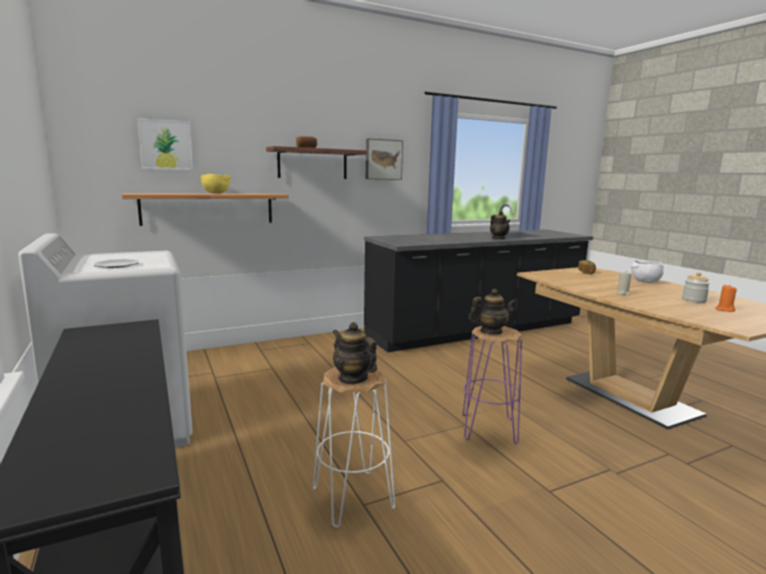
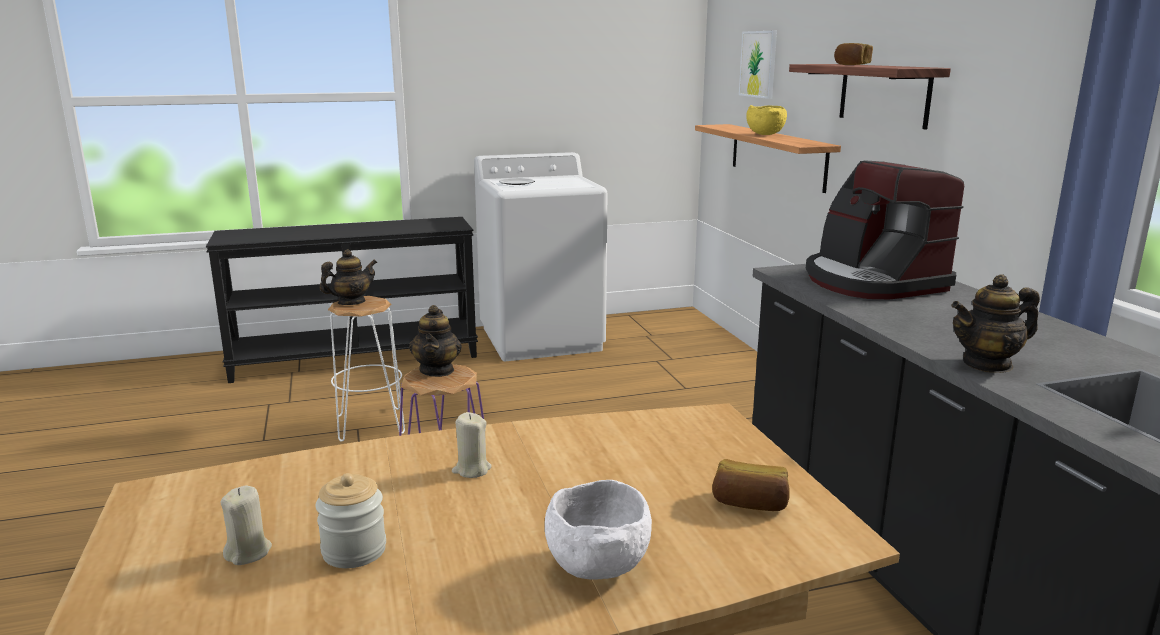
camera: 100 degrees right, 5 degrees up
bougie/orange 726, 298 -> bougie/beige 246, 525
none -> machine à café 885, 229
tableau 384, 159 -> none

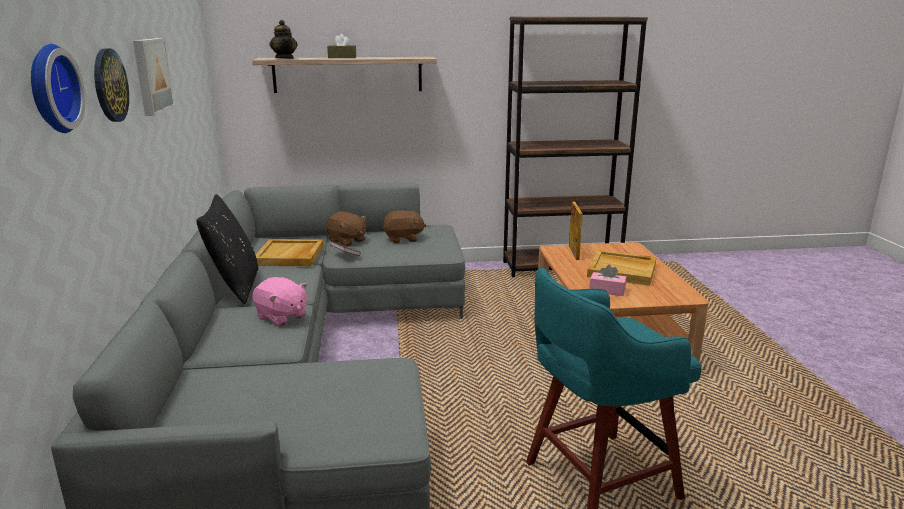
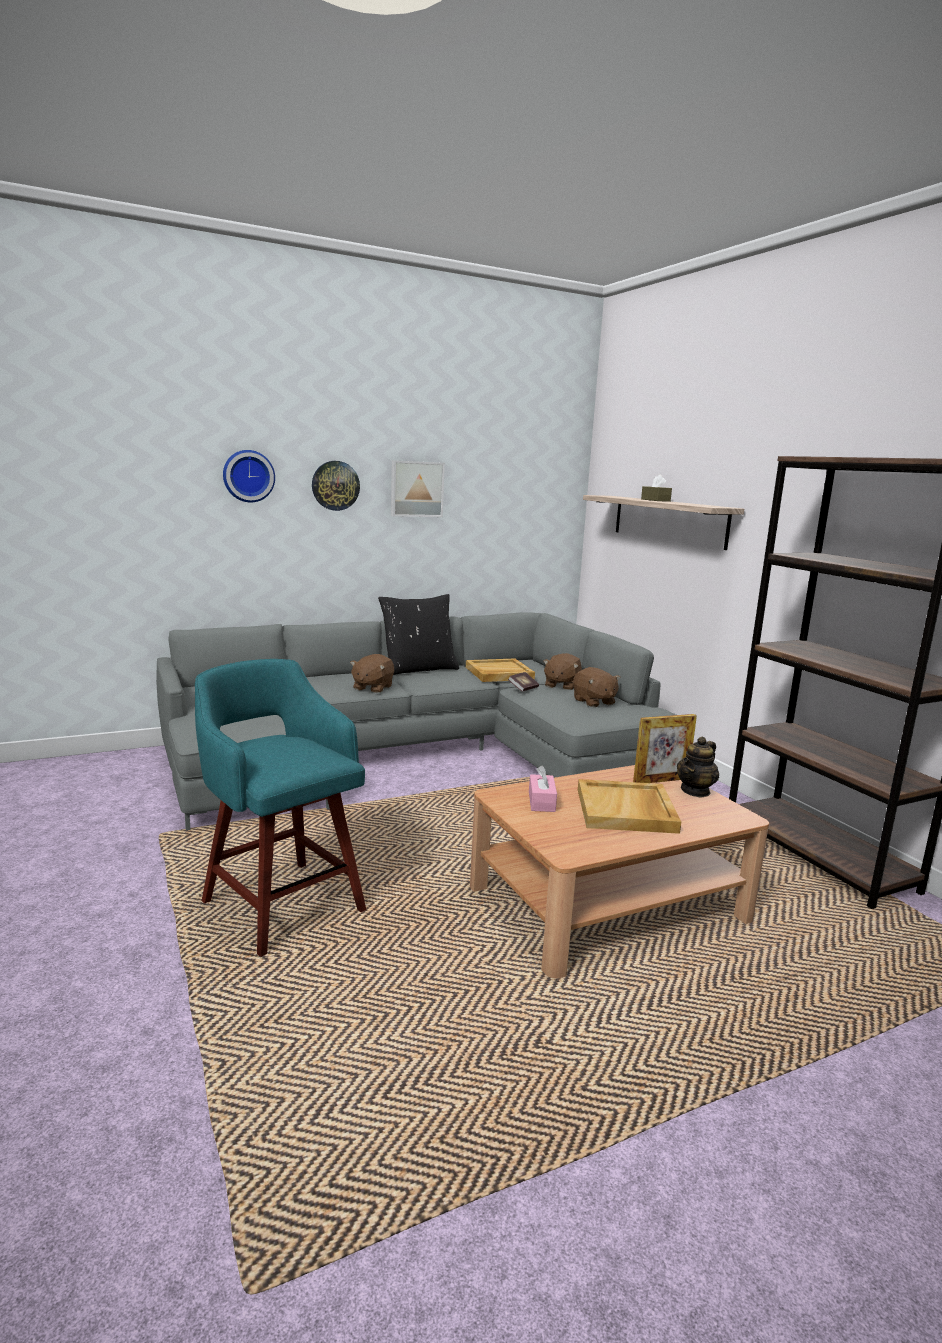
camera: 70 degrees right, 5 degrees down
peluche/rose 279, 301 -> peluche/marron 372, 673
théière 283, 39 -> théière 698, 767, move

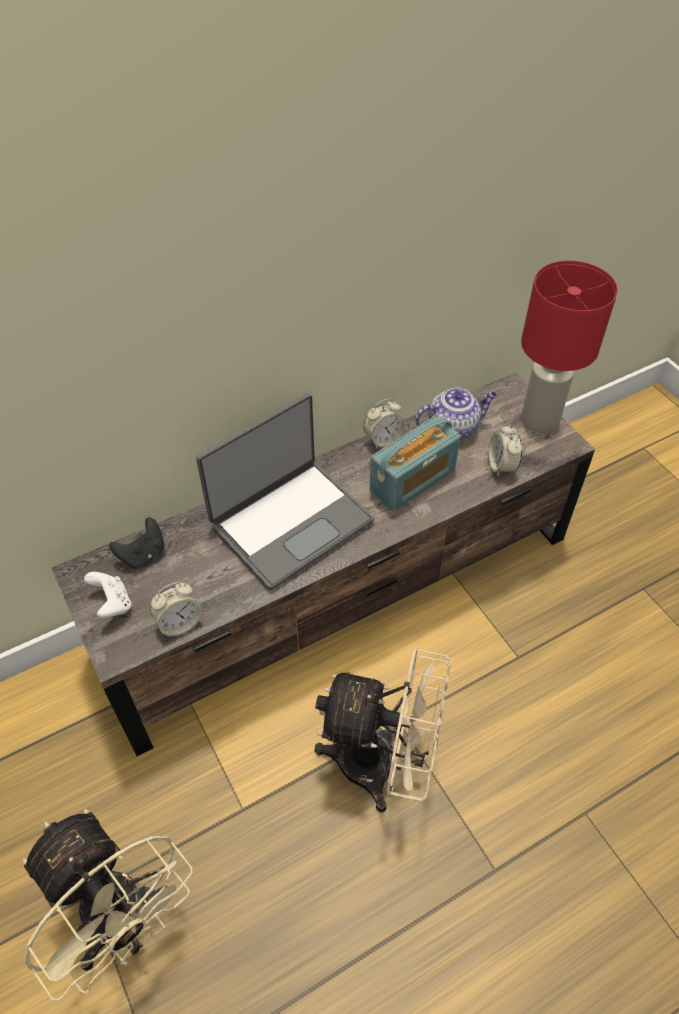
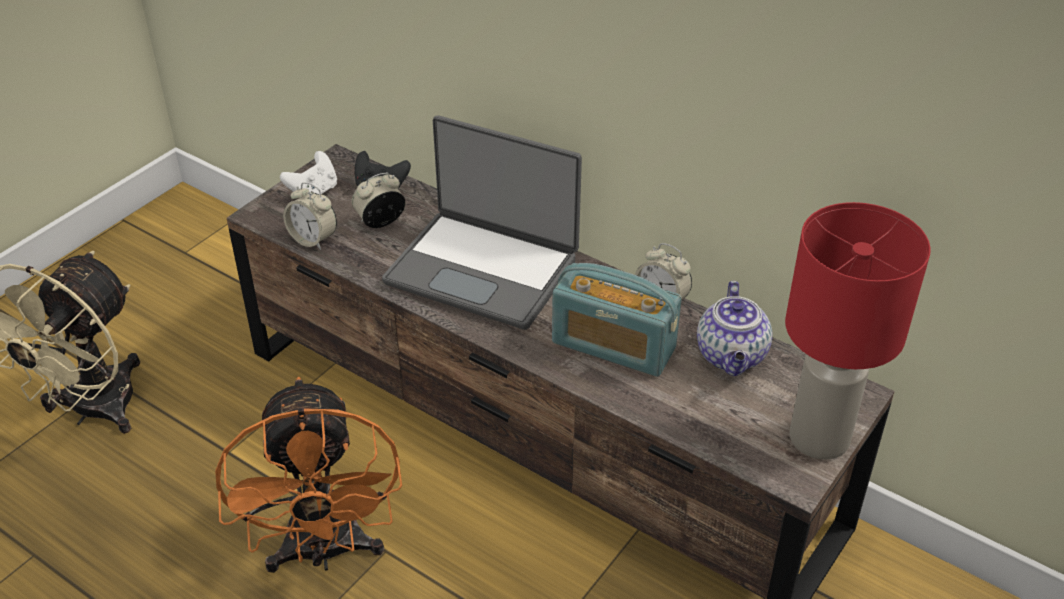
camera: 65 degrees right, 10 degrees down
ventilateur/beige 383, 730 -> ventilateur/orange 308, 475
réveil 505, 451 -> réveil 378, 200, move
théière 456, 413 -> théière 735, 328, 45 degrees clockwise

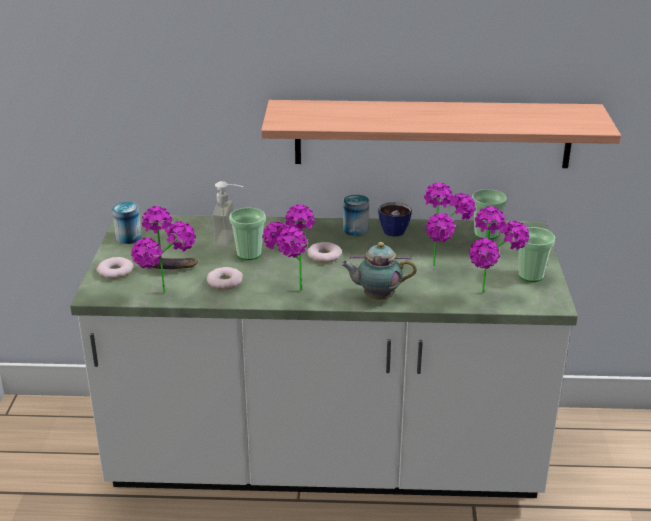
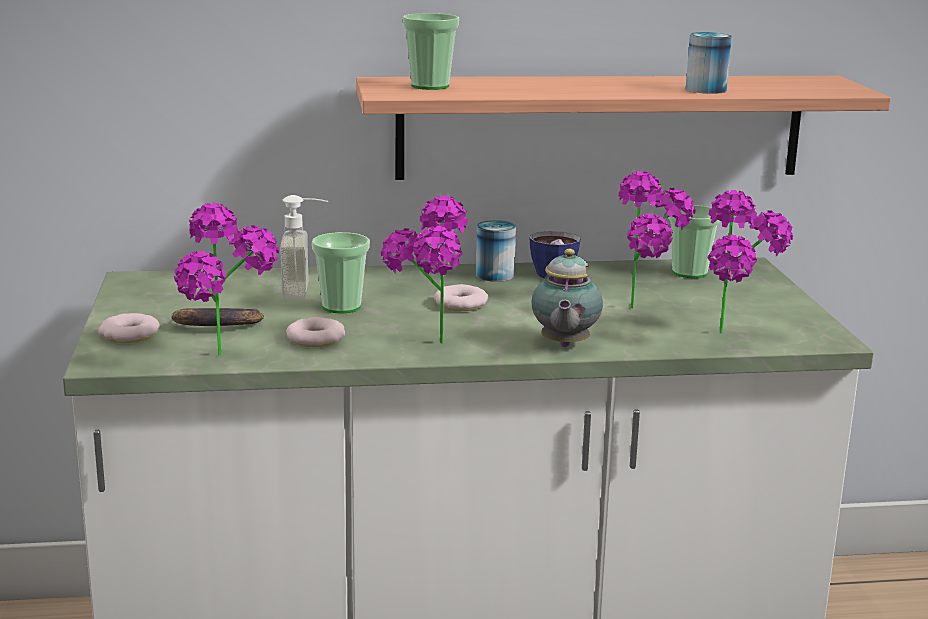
camera: 10 degrees left, 10 degrees down
tasse 536, 254 -> tasse 431, 51, move
théière 378, 271 -> théière 567, 298, 75 degrees counterclockwise
boîte métallique 127, 223 -> boîte métallique 709, 63, move

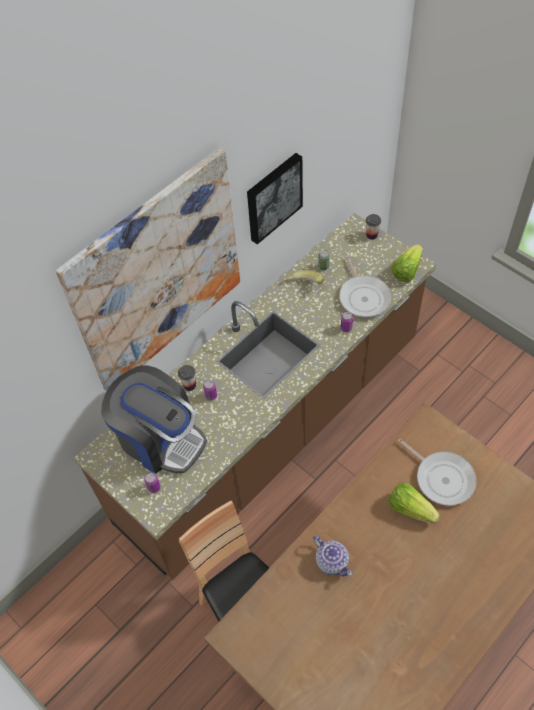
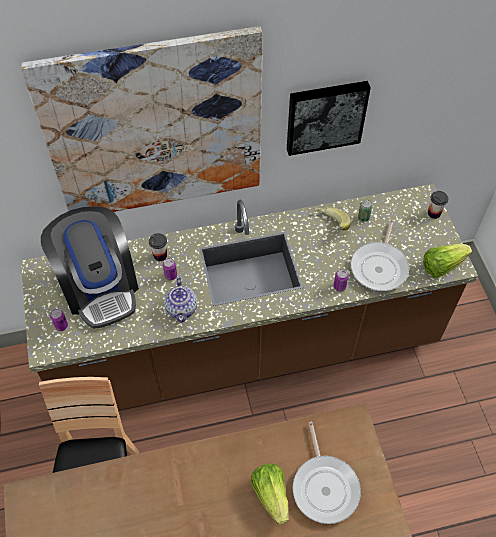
camera: 30 degrees right, 0 degrees up
théière 332, 555 -> théière 180, 299, move

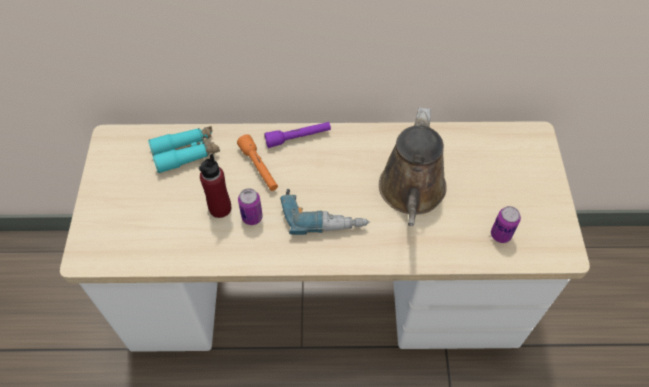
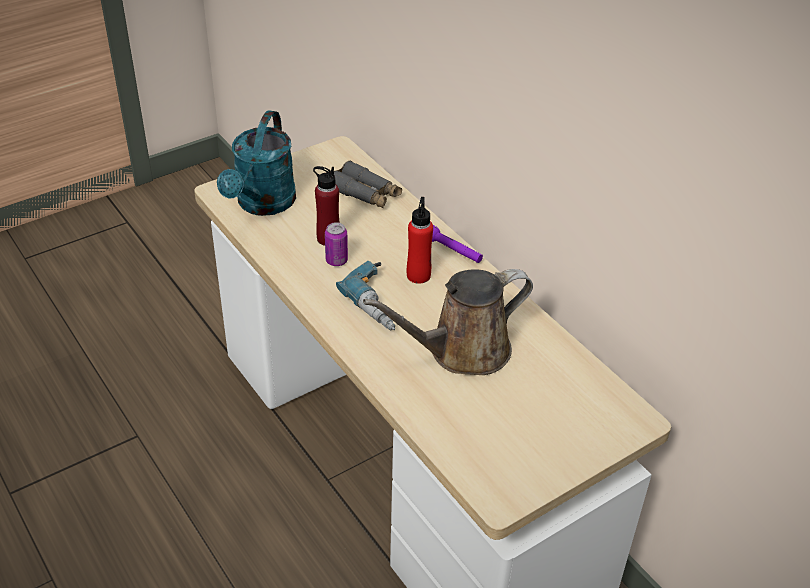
camera: 55 degrees right, 15 degrees down
none -> arrosoir/turquoise 256, 163
jumelles/turquoise 184, 150 -> jumelles/gris 368, 184
none -> bouteille/rouge 420, 240
lampe de poche/orange 257, 162 -> none
boîte métallique 506, 224 -> none

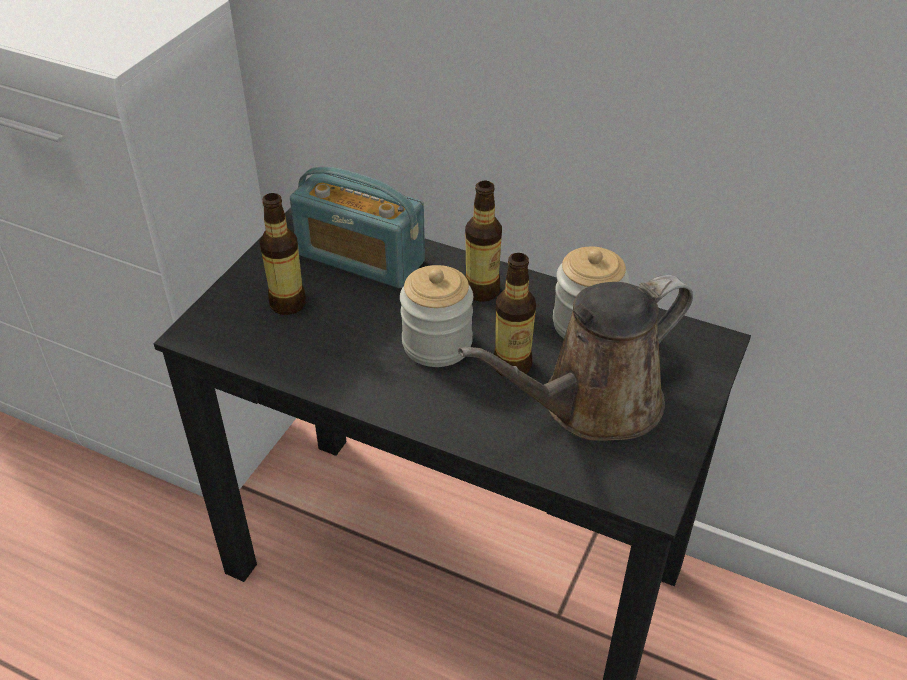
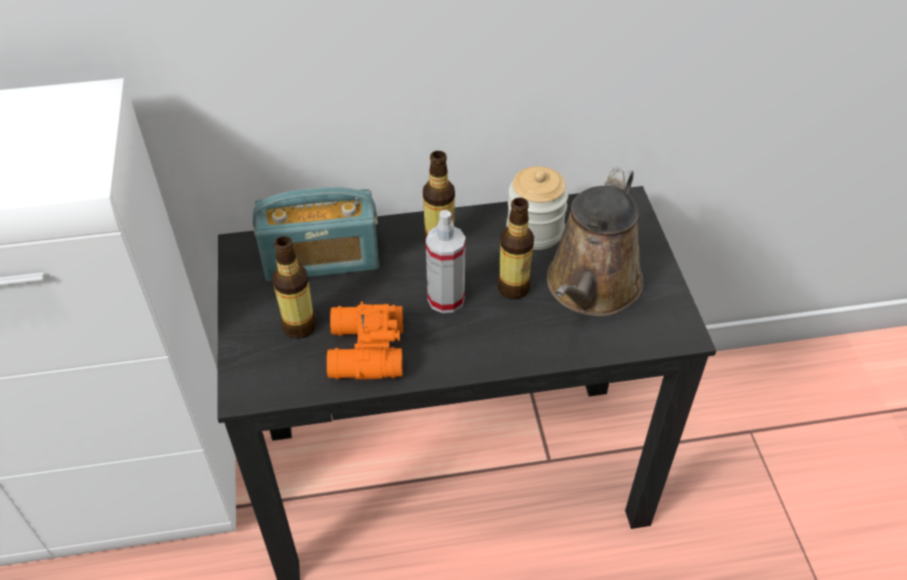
camera: 35 degrees left, 5 degrees up
none -> jumelles/orange 365, 340
bocal 436, 316 -> vaporisateur 446, 261

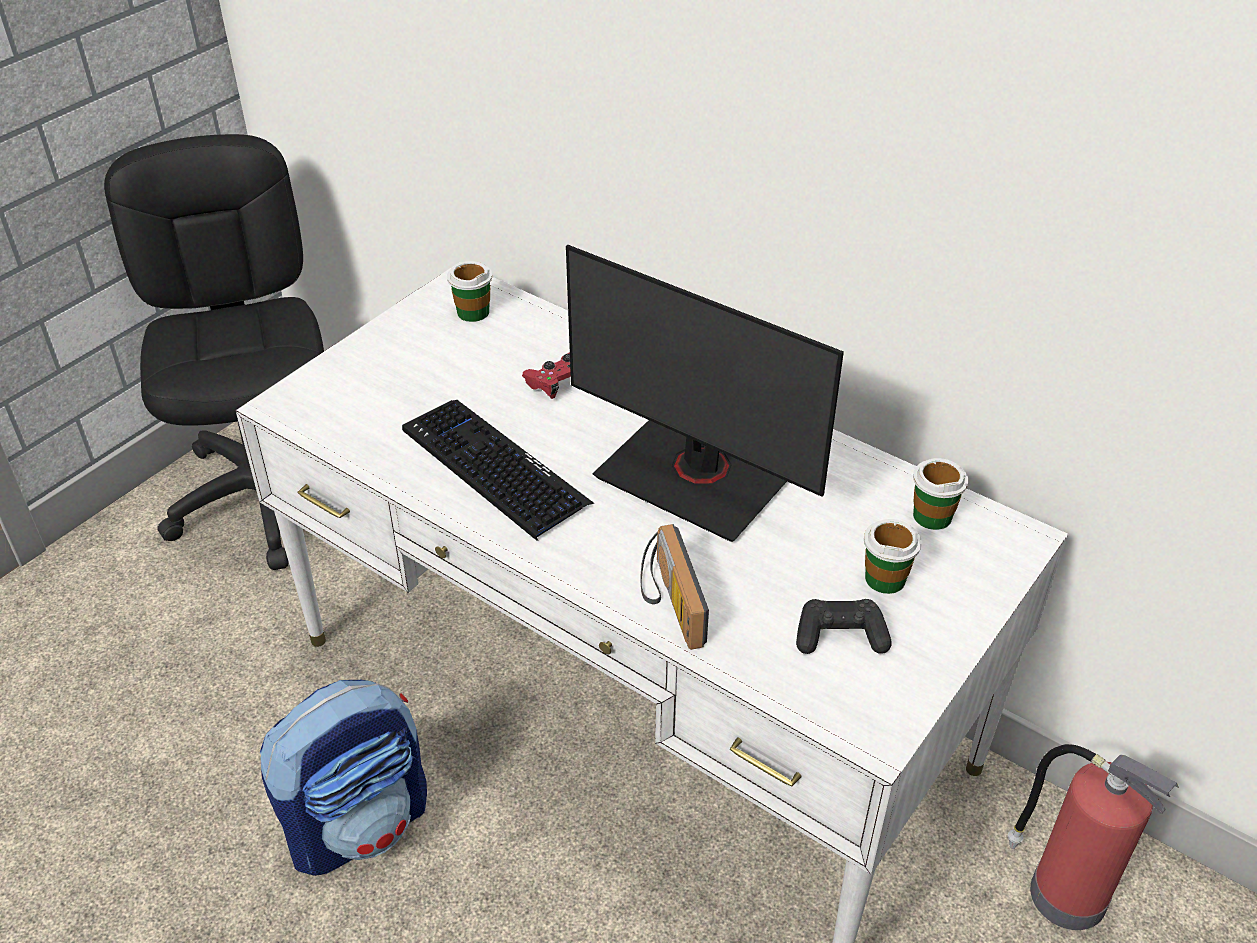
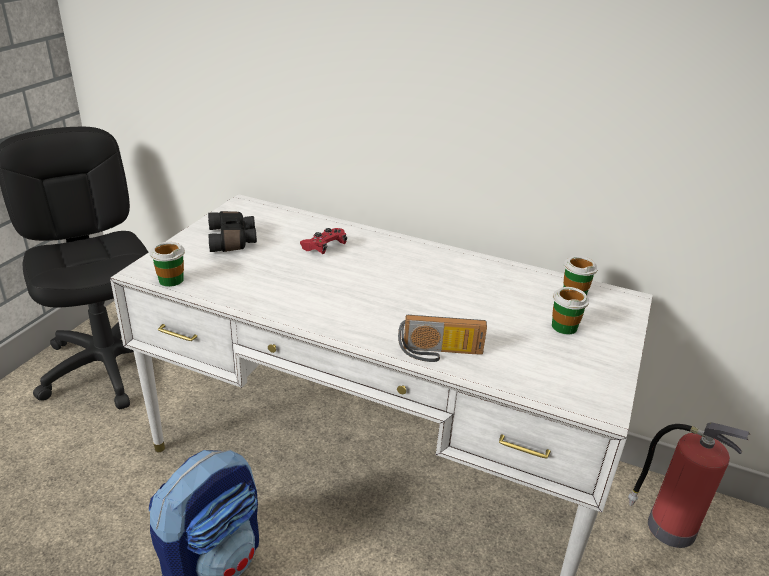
camera: 15 degrees left, 10 degrees down
tasse 469, 291 -> tasse 167, 264, move
none -> jumelles/noir 232, 231
radio 675, 587 -> radio 442, 338, 60 degrees counterclockwise
clavier 498, 470 -> none
écran d'ordinateur 705, 393 -> none
manette/noir 844, 626 -> none

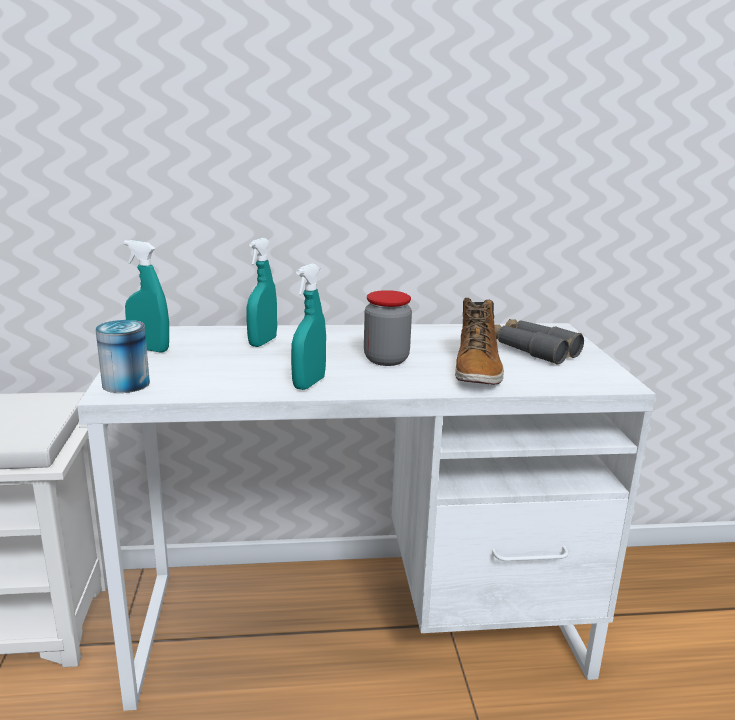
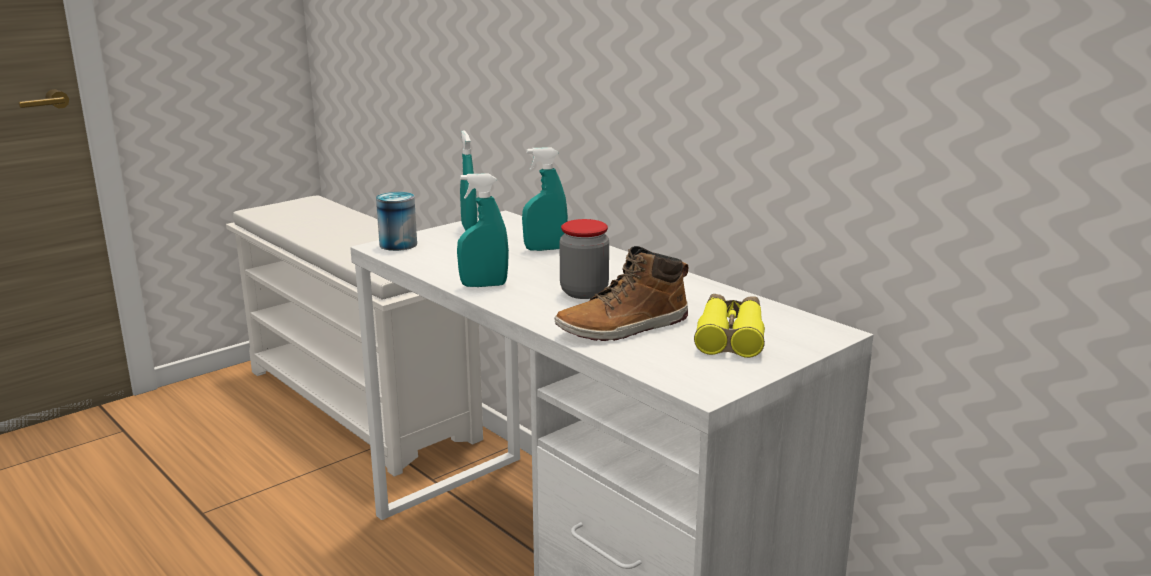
camera: 55 degrees right, 0 degrees up
jumelles/gris 539, 342 -> jumelles/jaune 729, 326

